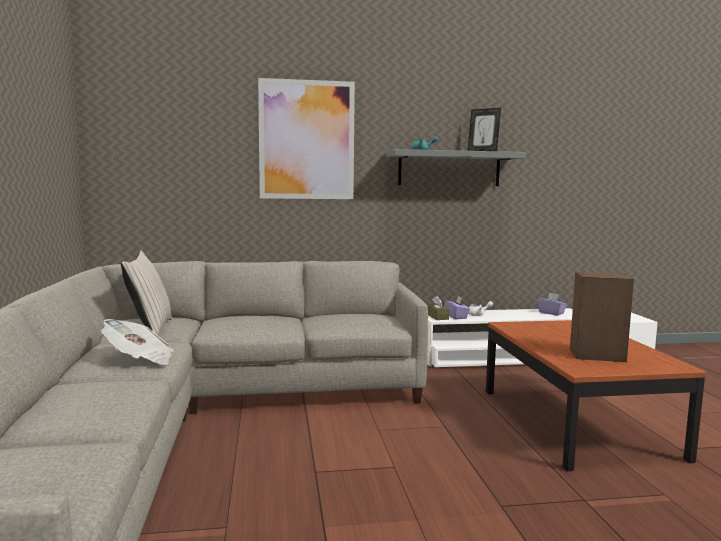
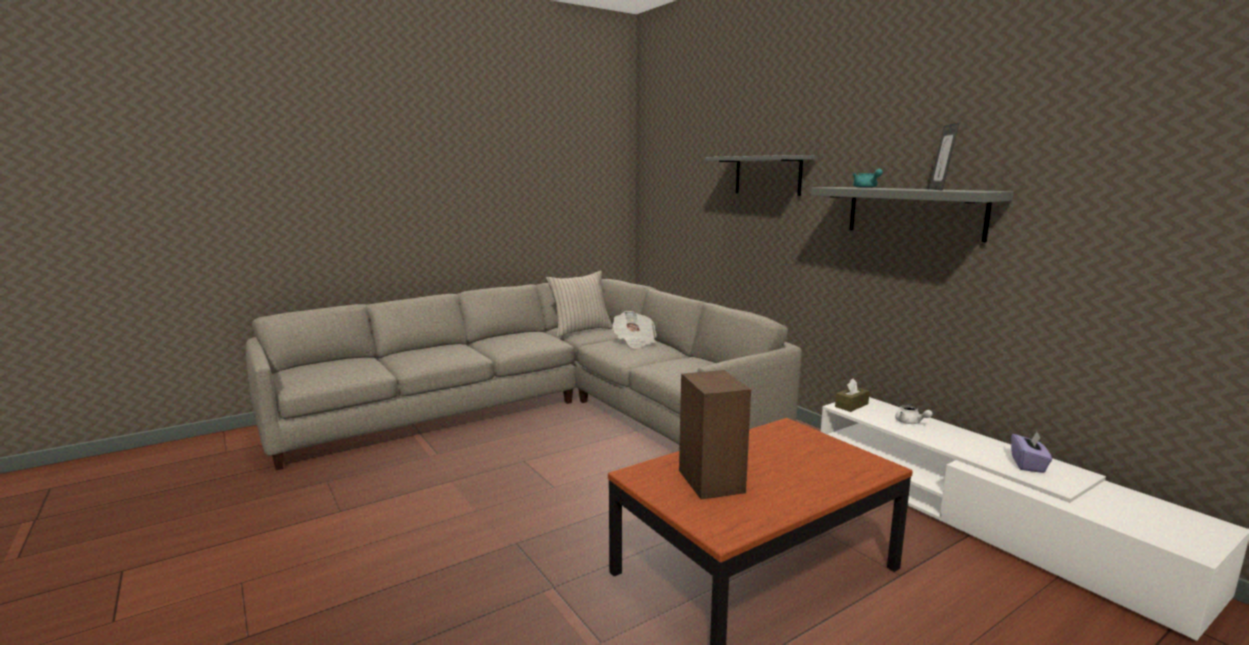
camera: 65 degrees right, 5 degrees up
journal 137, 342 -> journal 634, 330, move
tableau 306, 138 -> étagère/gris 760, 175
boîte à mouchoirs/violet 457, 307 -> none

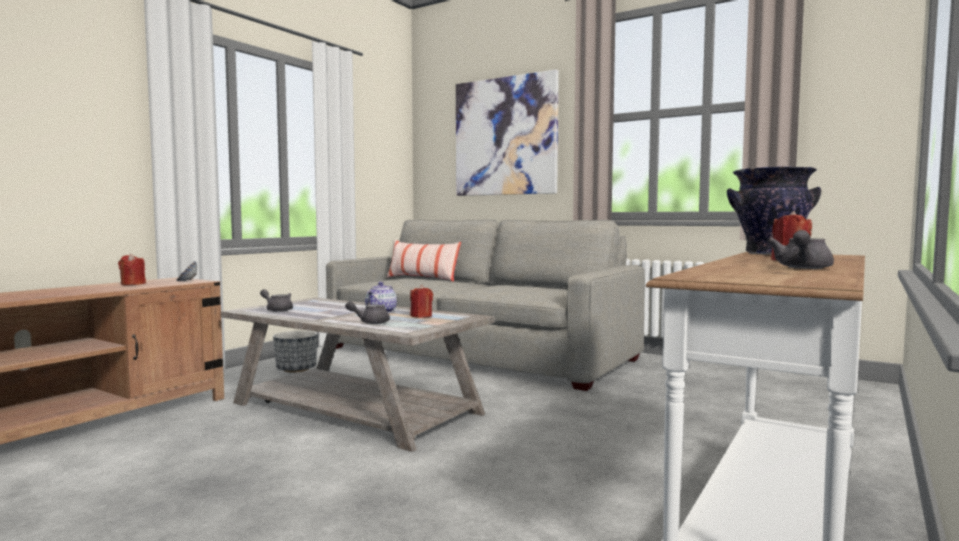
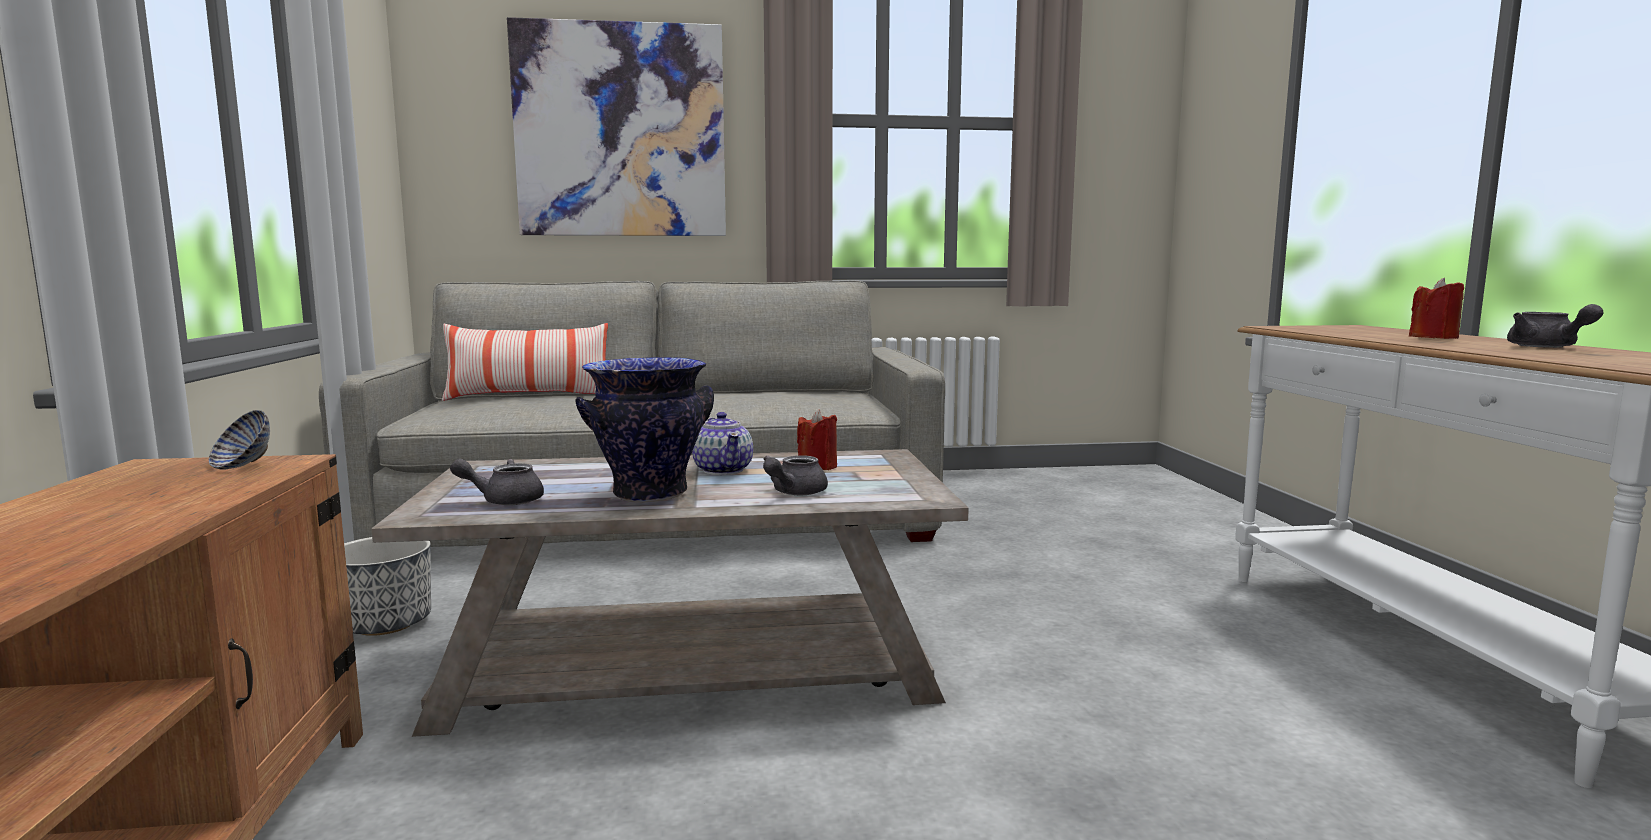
camera: 40 degrees left, 5 degrees up
vase 774, 210 -> vase 645, 430, move
bougie/rouge 132, 269 -> none

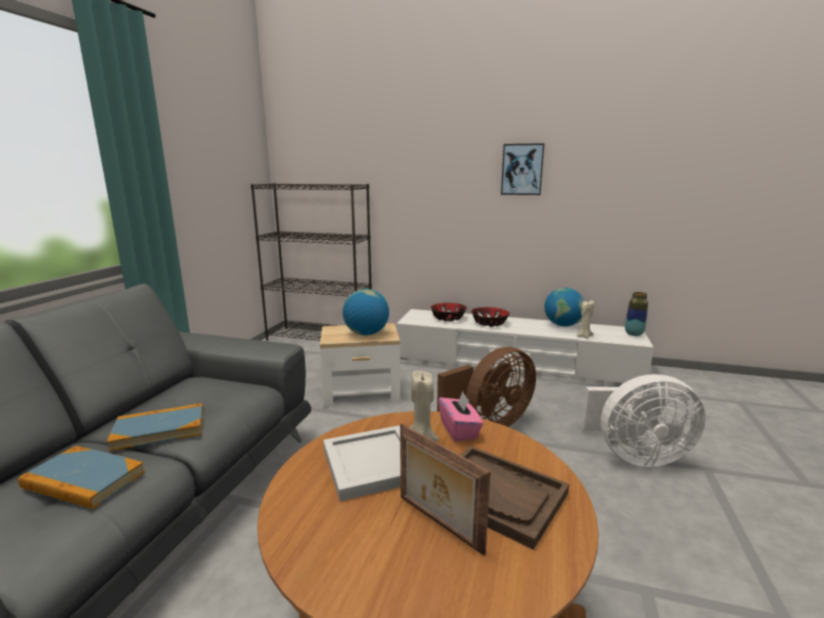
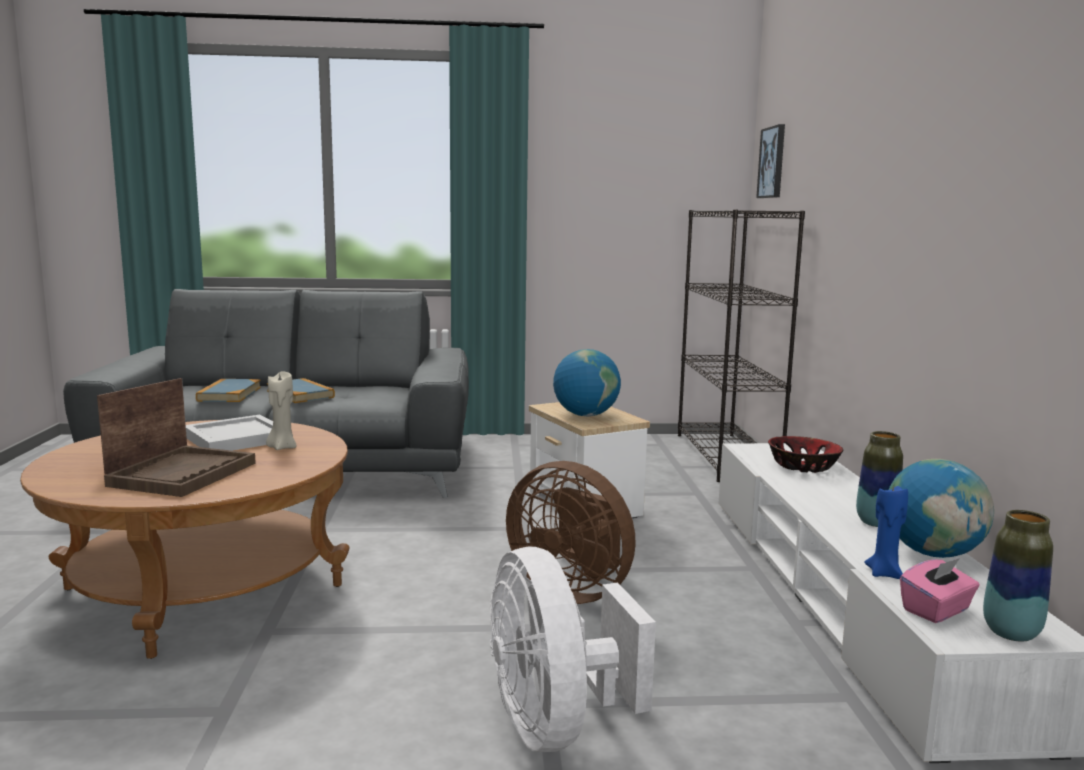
camera: 70 degrees right, 5 degrees down
tableau 522, 169 -> tableau 770, 161, move
none -> vase 879, 479
bougie/beige 585, 319 -> bougie/bleu 886, 531
boîte à mouchoirs/rose 460, 416 -> boîte à mouchoirs/rose 940, 590, move
bol 490, 317 -> none

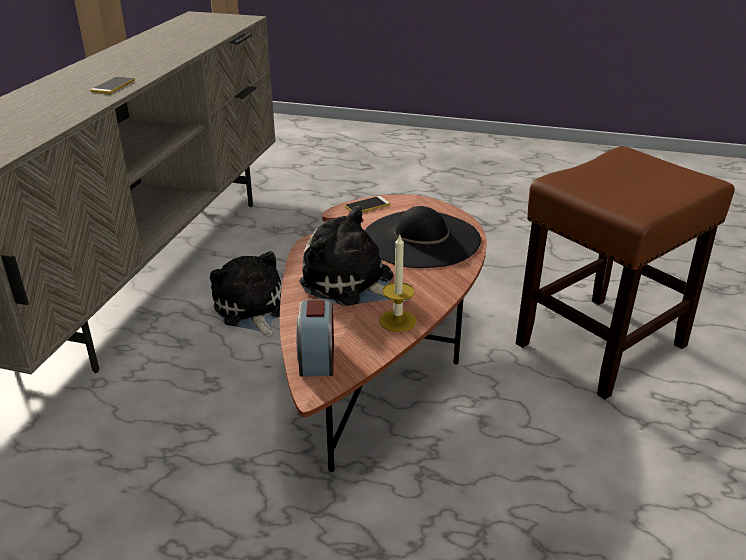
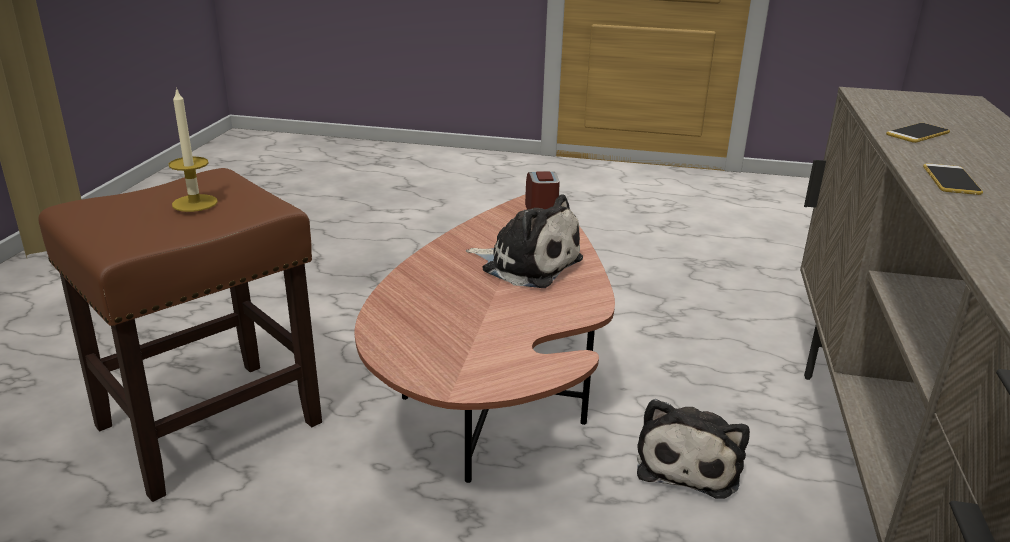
camera: 175 degrees right, 5 degrees down
bougie 398, 282 -> bougie 193, 149, move
peluche 246, 294 -> peluche 693, 449, 45 degrees clockwise
téléphone 367, 204 -> téléphone 918, 133, move
chapeau/noir 423, 237 -> none

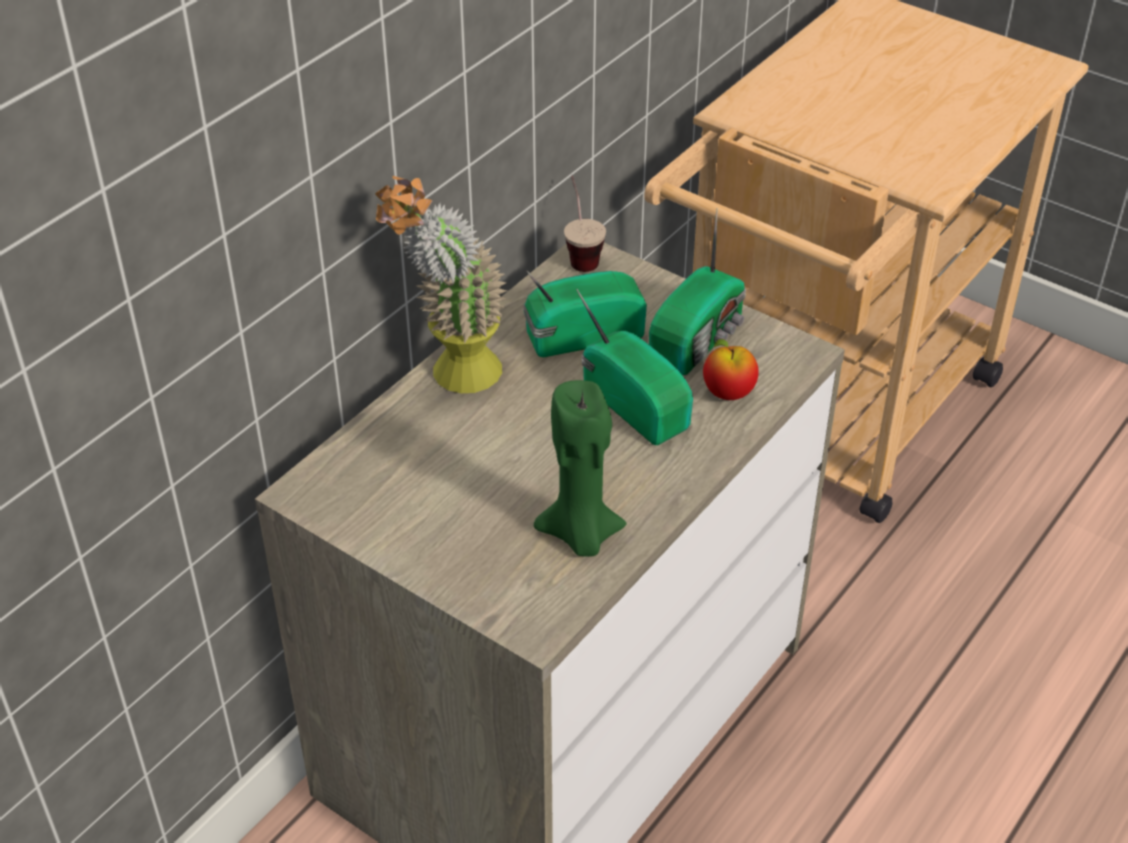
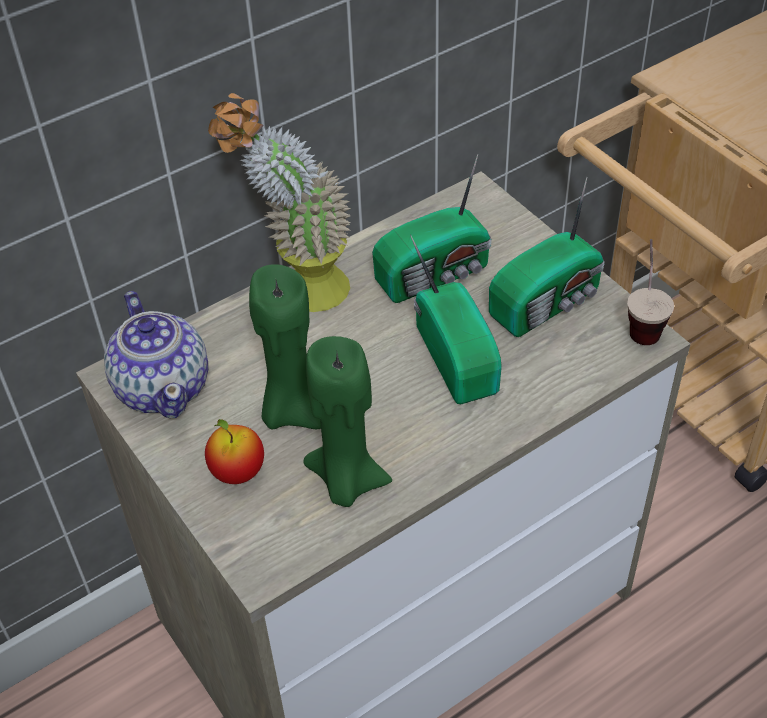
camera: 20 degrees right, 5 degrees up
none -> théière 156, 354
pomme 731, 369 -> pomme 234, 451, move
none -> bougie/vert 285, 346
radio 585, 314 -> radio 432, 228, 150 degrees clockwise
tasse 585, 224 -> tasse 650, 292, move

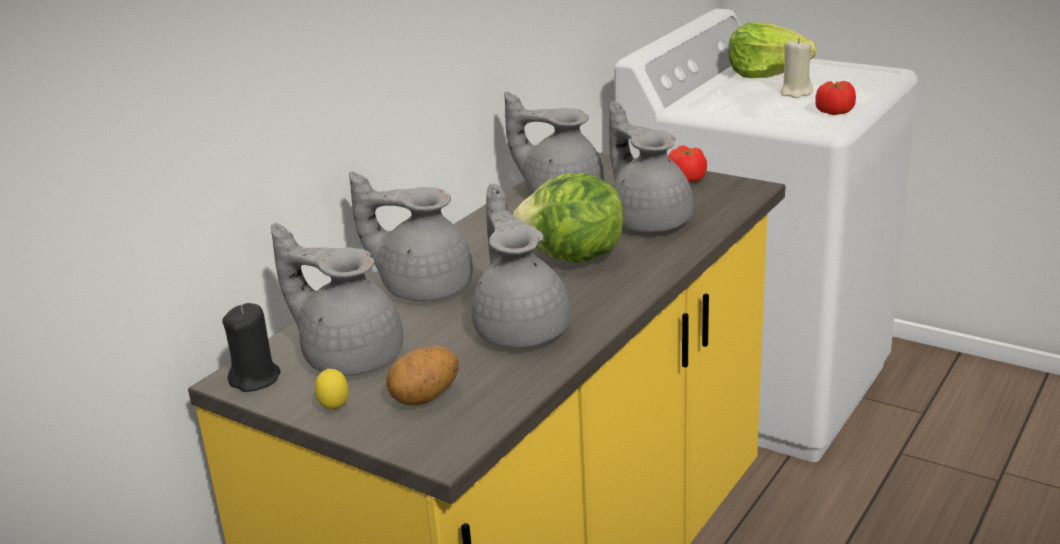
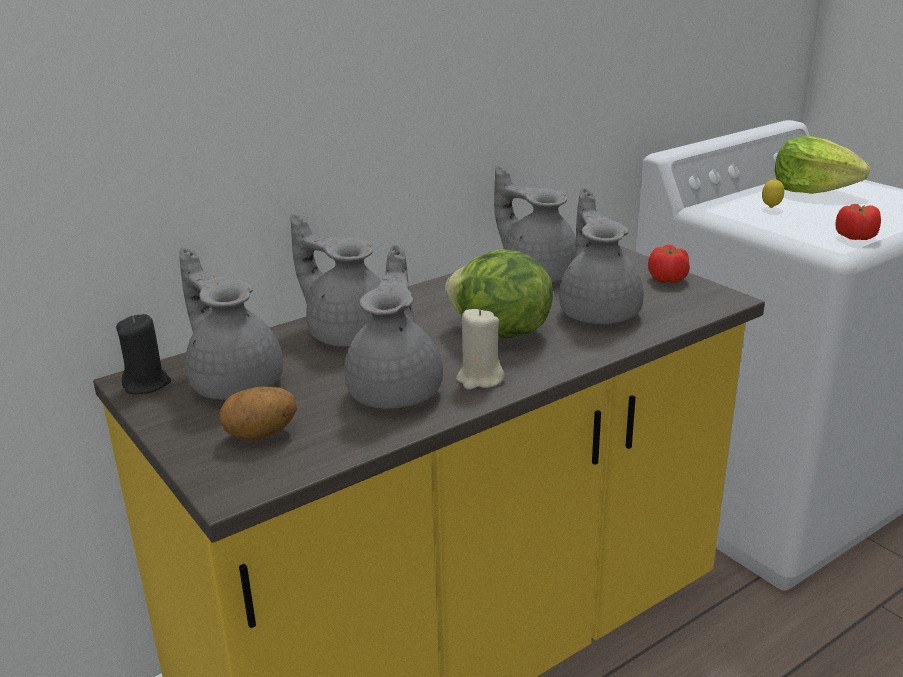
camera: 20 degrees right, 0 degrees up
bougie/beige 796, 68 -> bougie/beige 480, 349, move
citron 332, 389 -> citron 773, 193, move

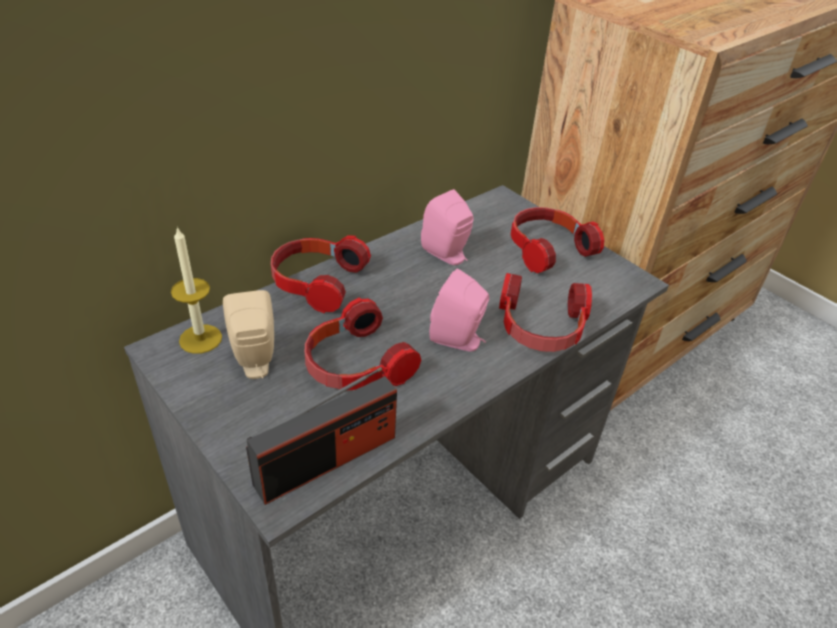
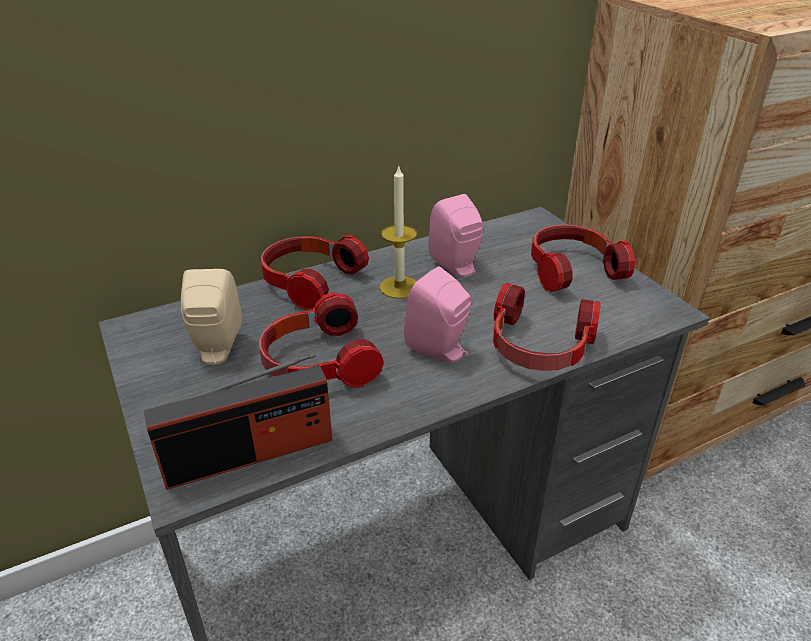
camera: 15 degrees right, 5 degrees down
bougie 196, 290 -> bougie 398, 232, move

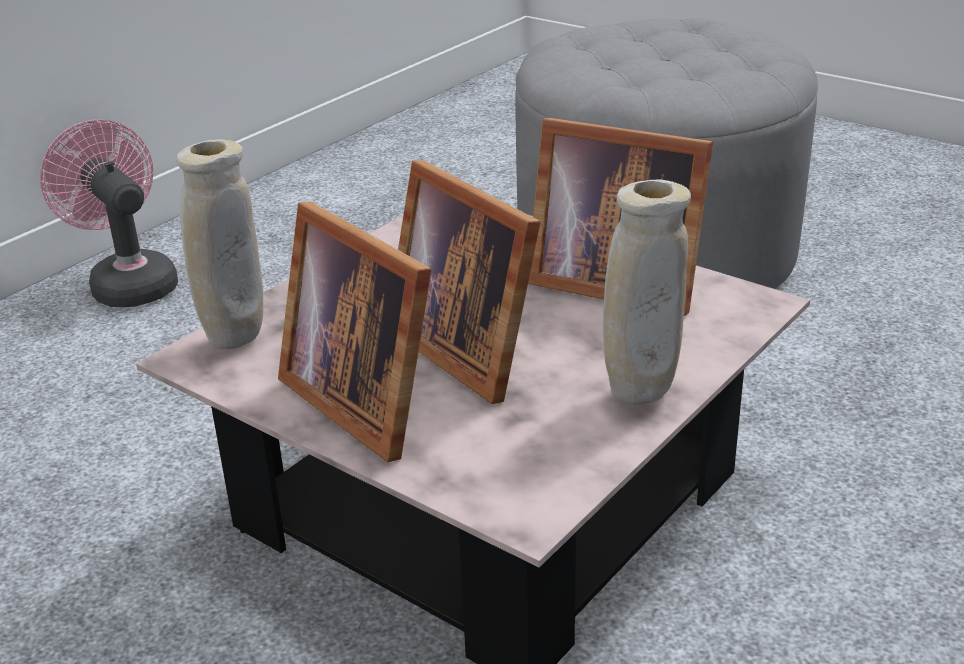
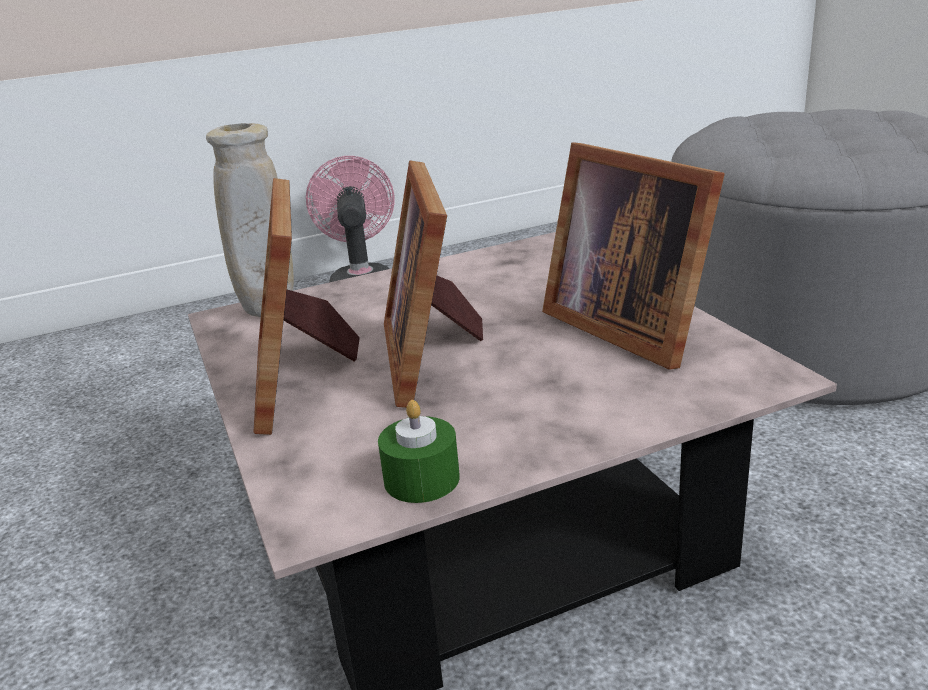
camera: 30 degrees right, 5 degrees down
none -> bougie/vert 419, 451
vase/beige 647, 291 -> none

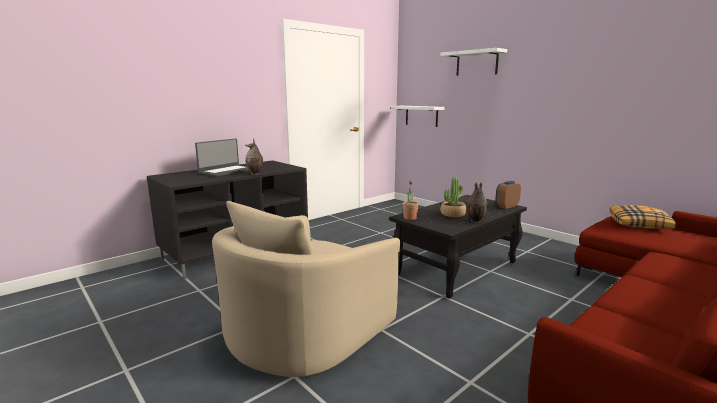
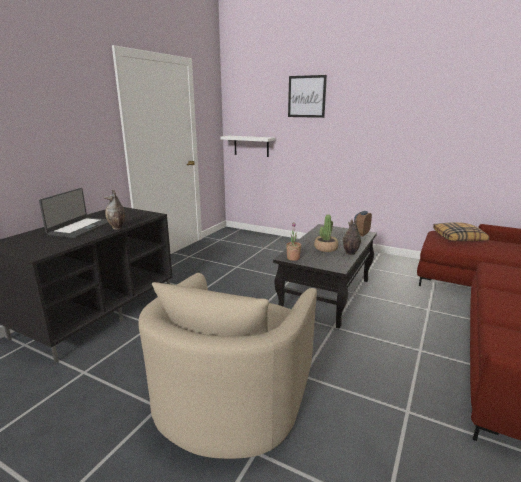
camera: 20 degrees left, 5 degrees up
étagère/blanc 473, 62 -> tableau 307, 96

